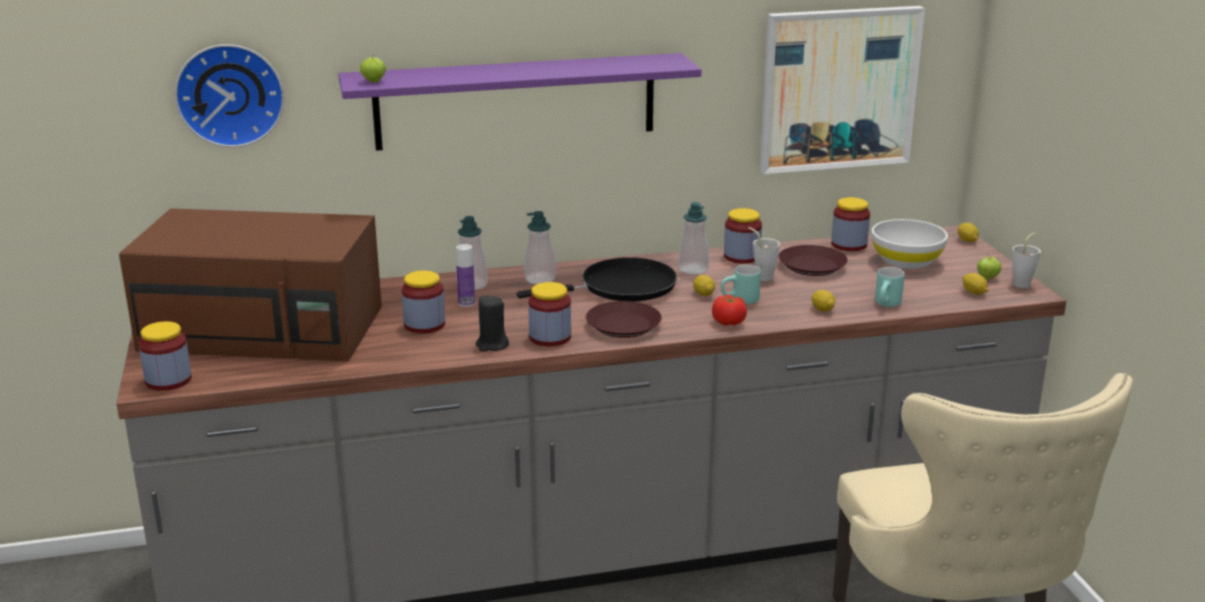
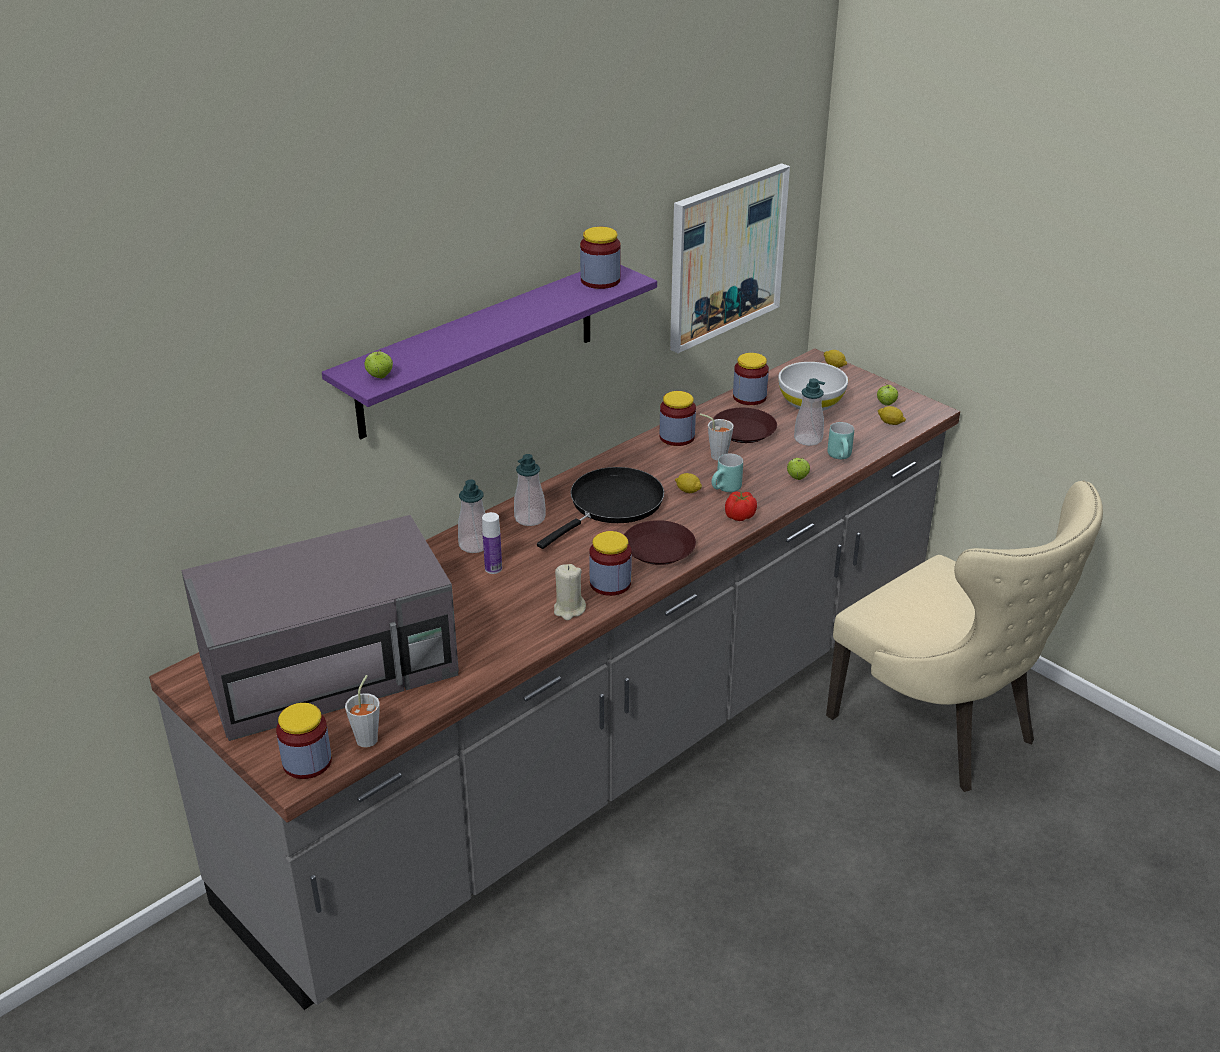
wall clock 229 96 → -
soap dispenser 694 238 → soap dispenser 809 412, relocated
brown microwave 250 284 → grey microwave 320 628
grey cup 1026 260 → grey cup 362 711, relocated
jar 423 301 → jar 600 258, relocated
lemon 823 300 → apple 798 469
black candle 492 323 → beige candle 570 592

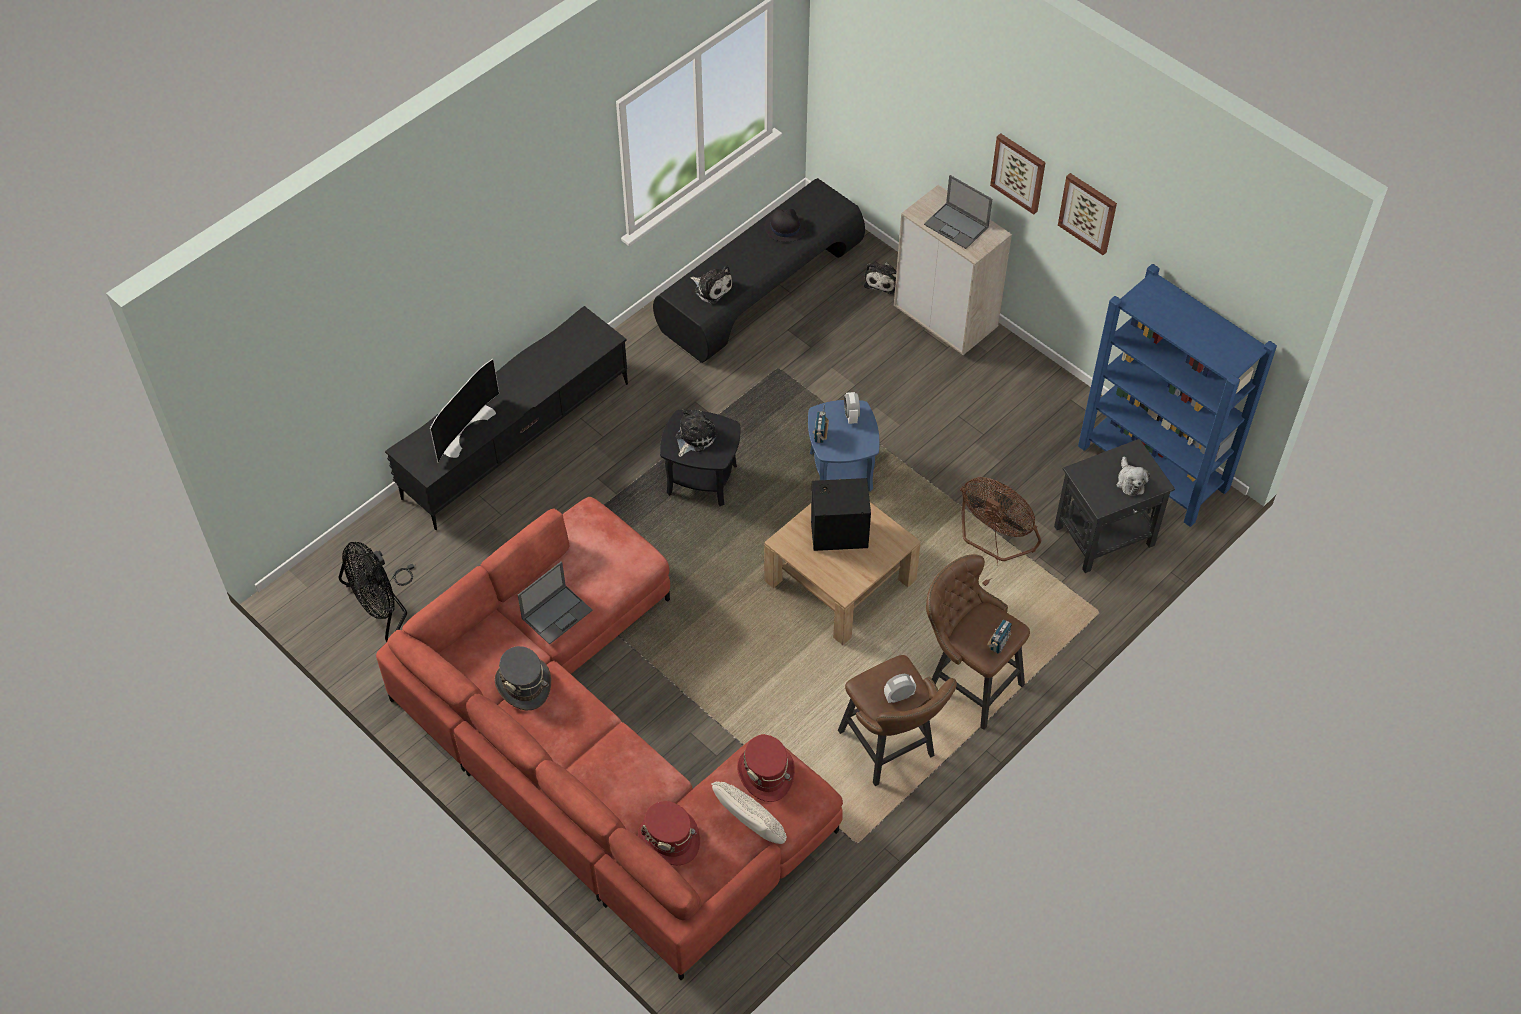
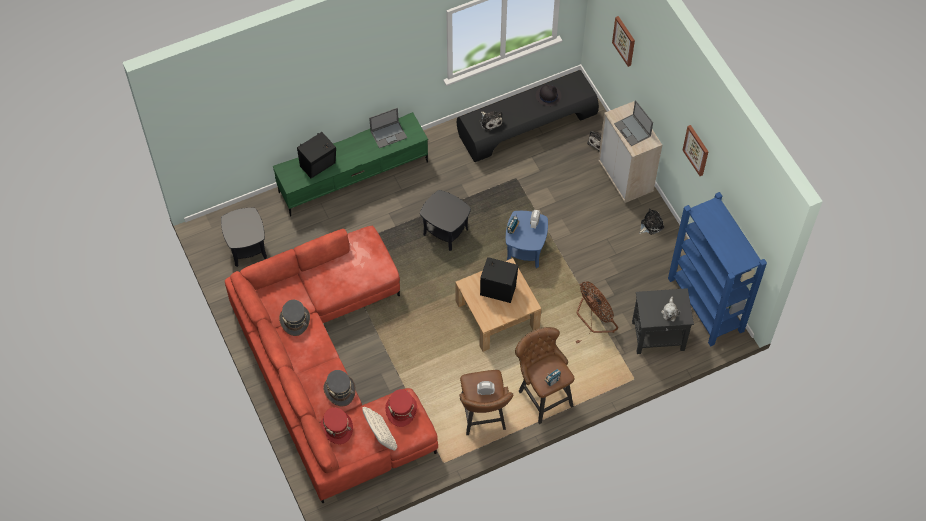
picture 1018 173 → picture 623 41, relocated
black tv stand 506 418 → green tv stand 350 164
television 464 411 → black speaker 316 155
plush toy 697 433 → plush toy 651 221, relocated
black fan 377 592 → black side table 244 237
laptop 555 602 → laptop 388 128, relocated
- → grey hat 339 388

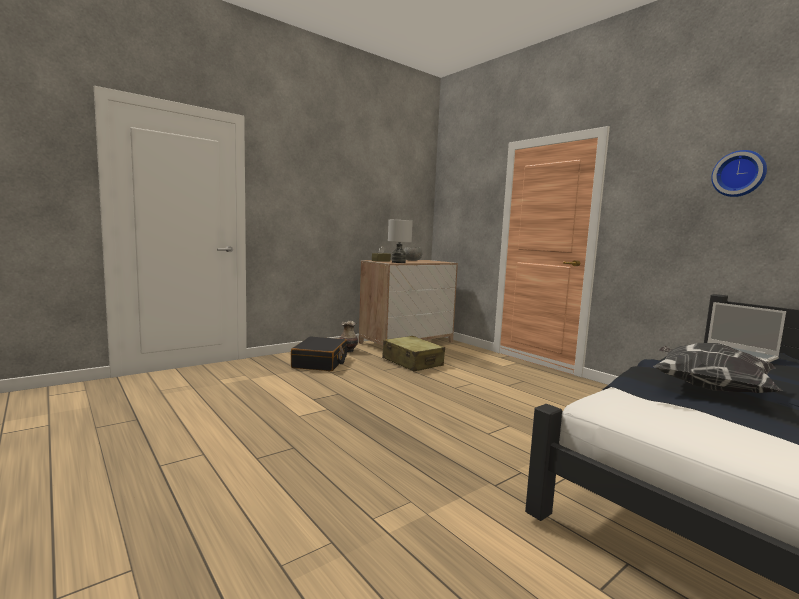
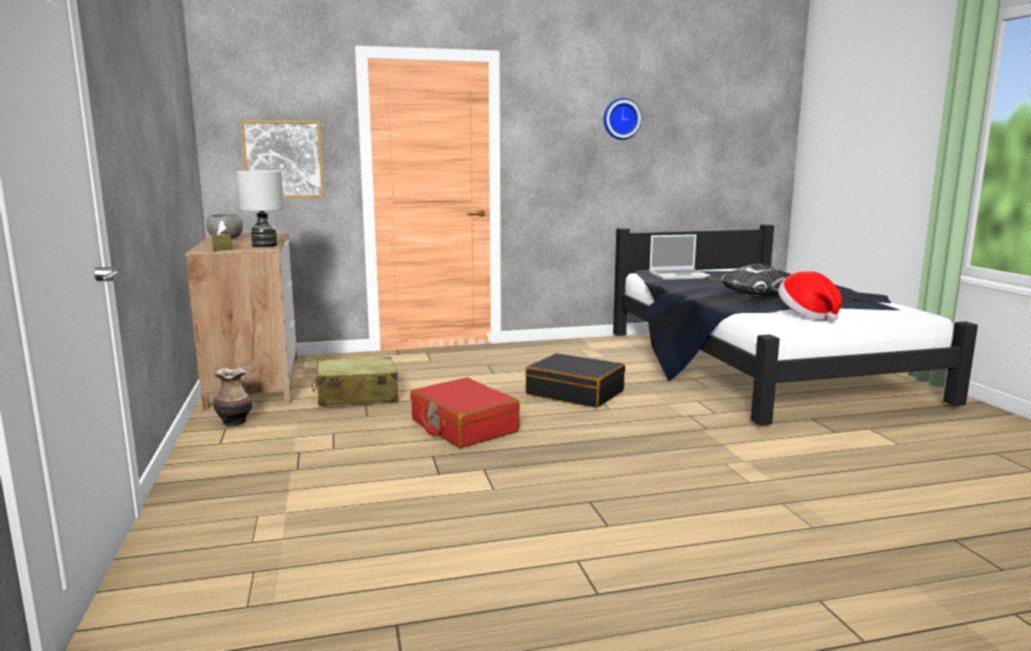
black suitcase 319 353 → black suitcase 575 380, relocated
- → picture 282 159
- → hat 810 296
- → red suitcase 465 412

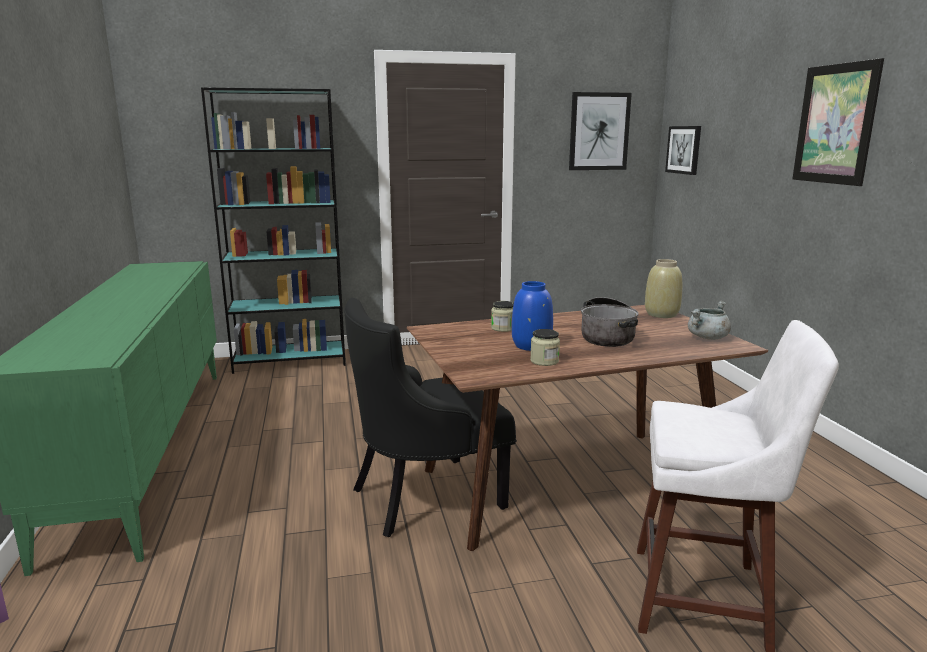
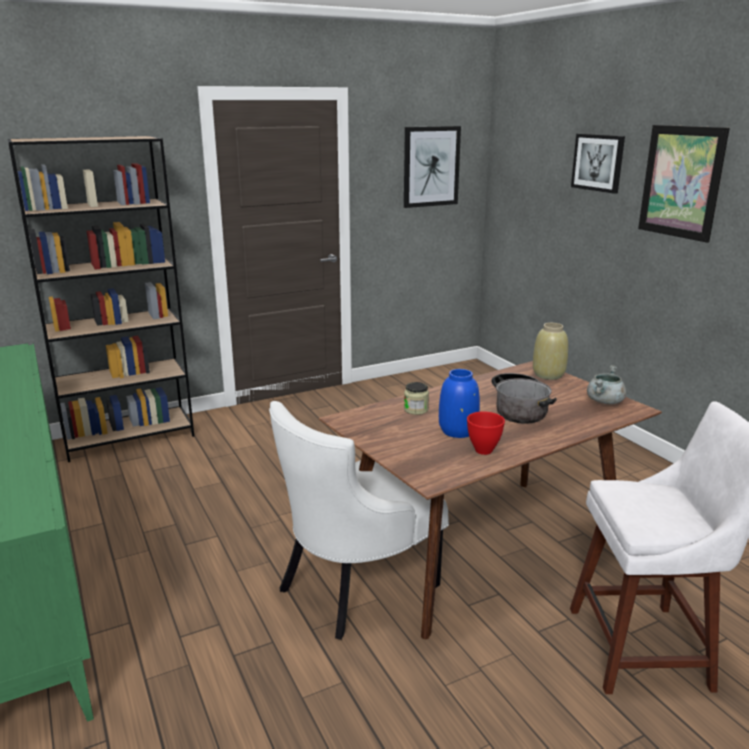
turquoise bookcase 273 230 → beige bookcase 101 299
picture 683 150 → picture 598 164, relocated
black chair 430 417 → white chair 359 520
jar 545 347 → red bowl 486 433

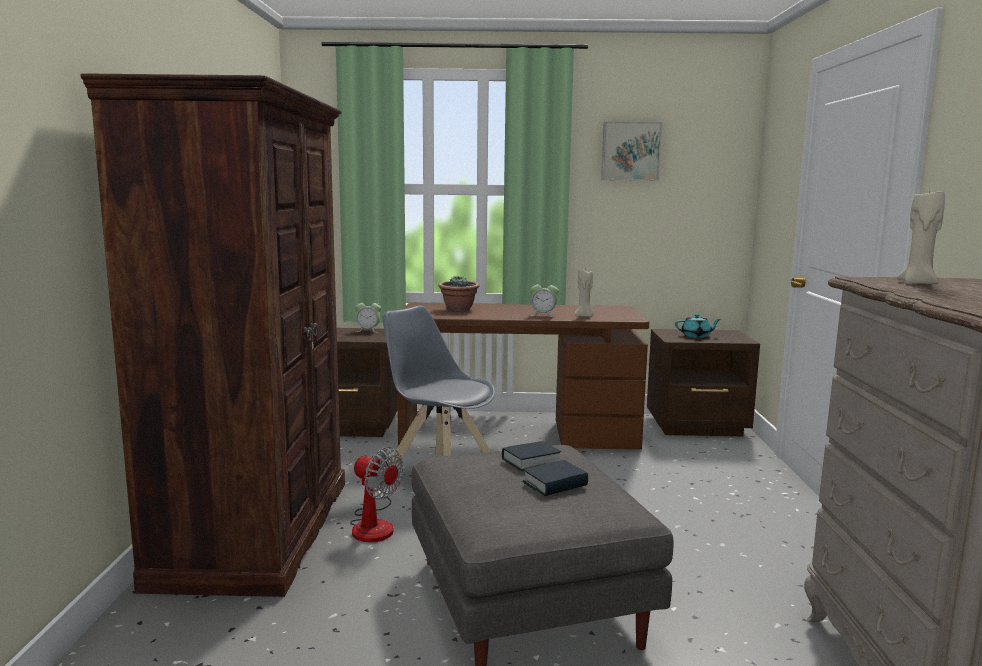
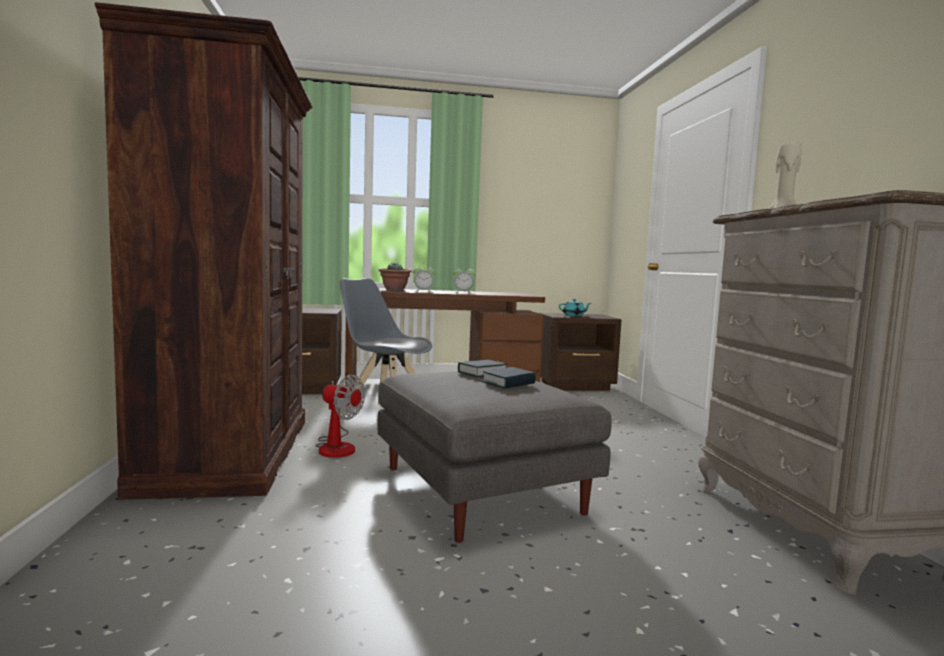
picture 631 151 → -
beige candle 584 293 → -
alarm clock 368 316 → alarm clock 424 279, relocated

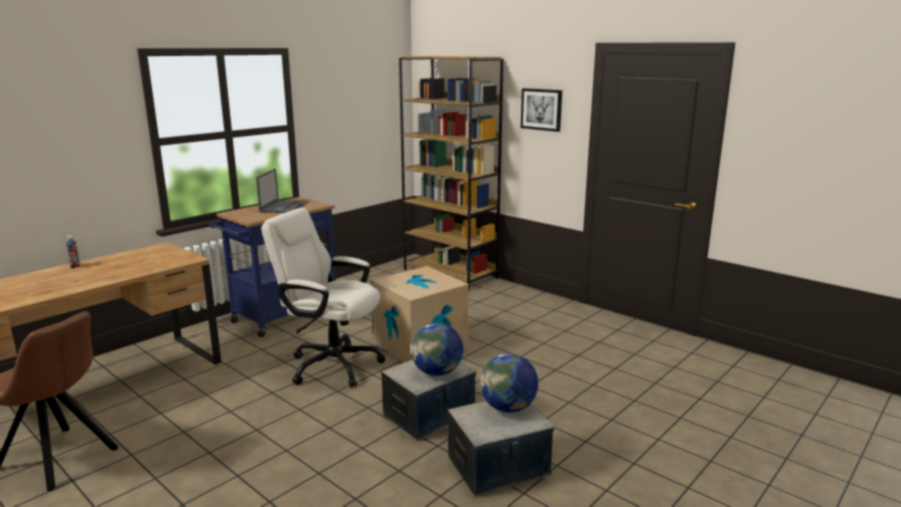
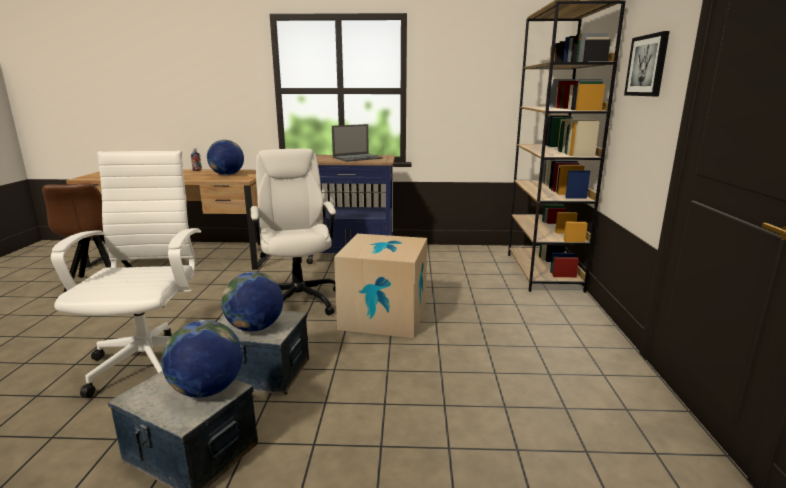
- → globe 225 157
- → white office chair 126 274

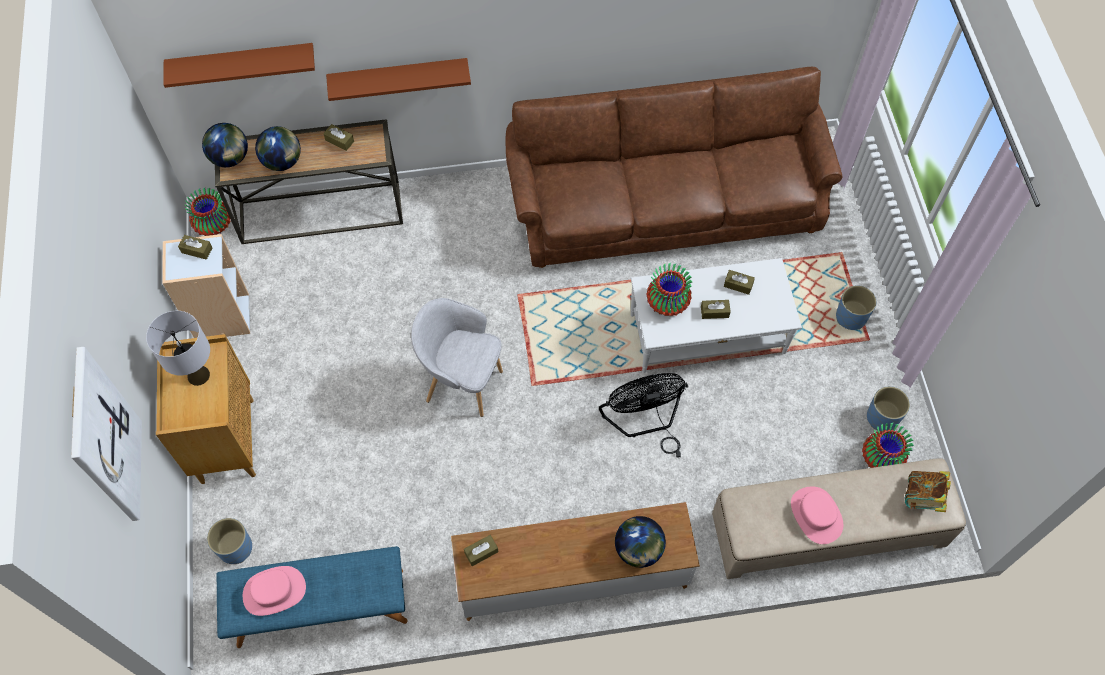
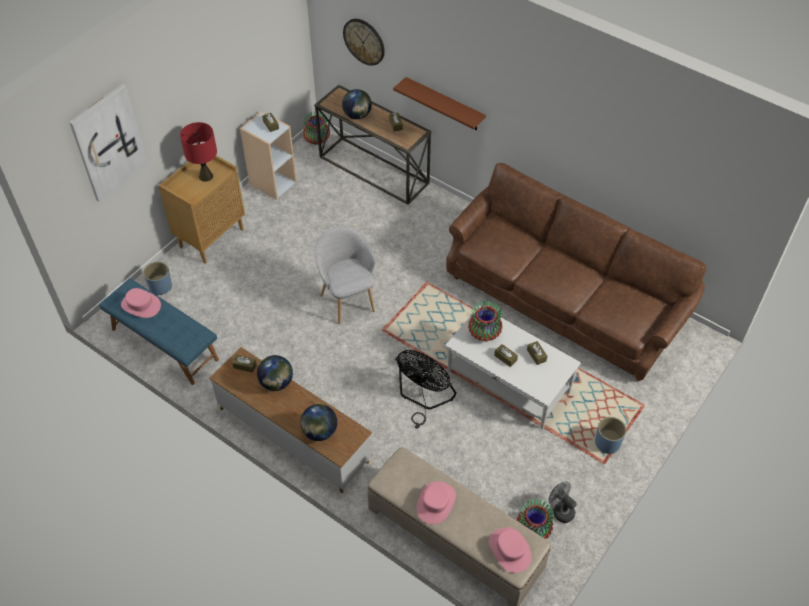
brown shelf 239 65 → wall clock 364 42
globe 225 145 → globe 275 373, relocated
grey table lamp 178 348 → red table lamp 198 152
blue planter 888 408 → grey fan 562 502
book 928 491 → pink hat 510 550

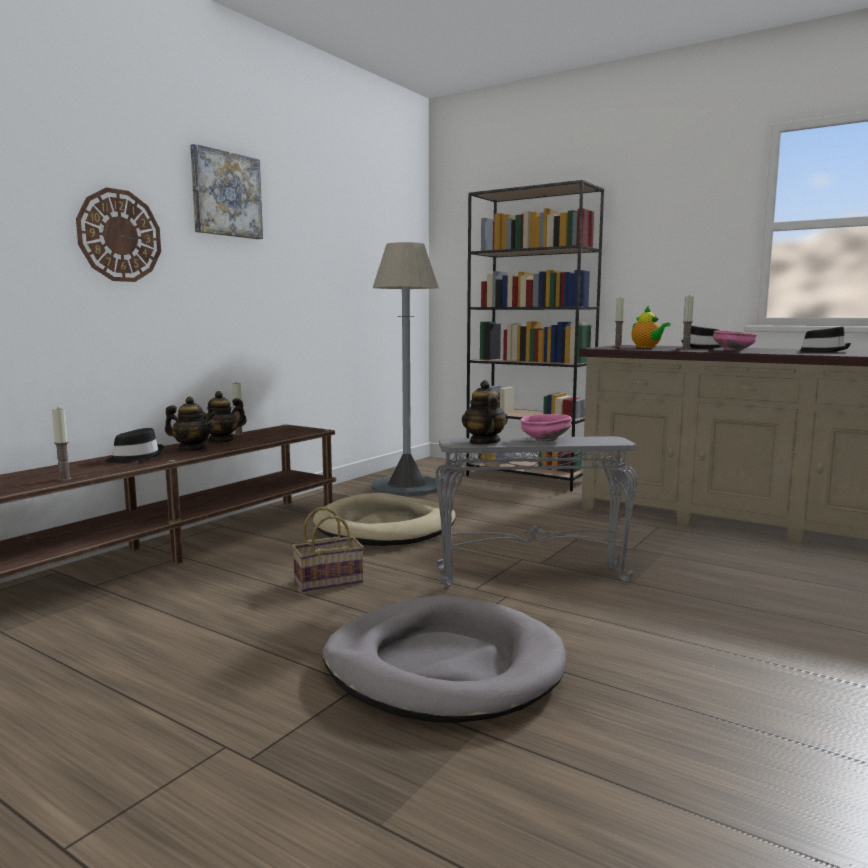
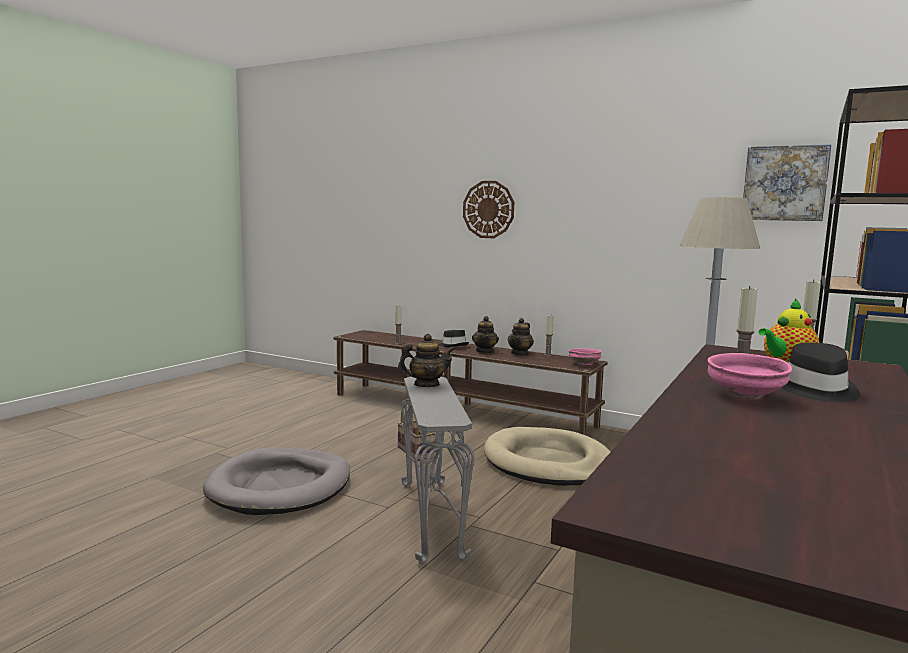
picture 226 191 → picture 787 182, relocated
black hat 822 340 → -
teapot 224 417 → teapot 520 337, 105 degrees counterclockwise
pink bowl 546 428 → pink bowl 584 357, relocated

